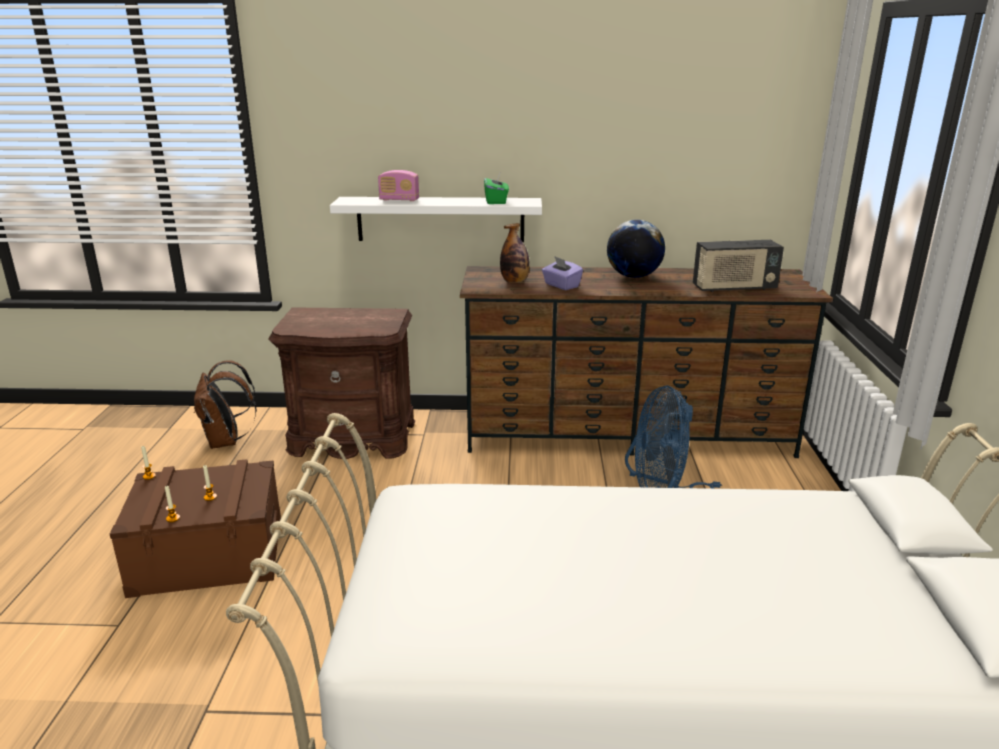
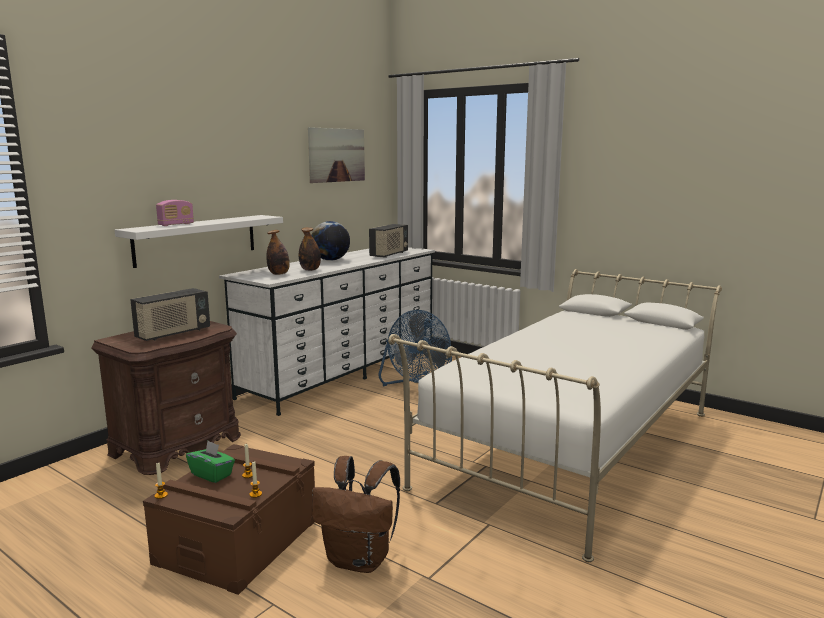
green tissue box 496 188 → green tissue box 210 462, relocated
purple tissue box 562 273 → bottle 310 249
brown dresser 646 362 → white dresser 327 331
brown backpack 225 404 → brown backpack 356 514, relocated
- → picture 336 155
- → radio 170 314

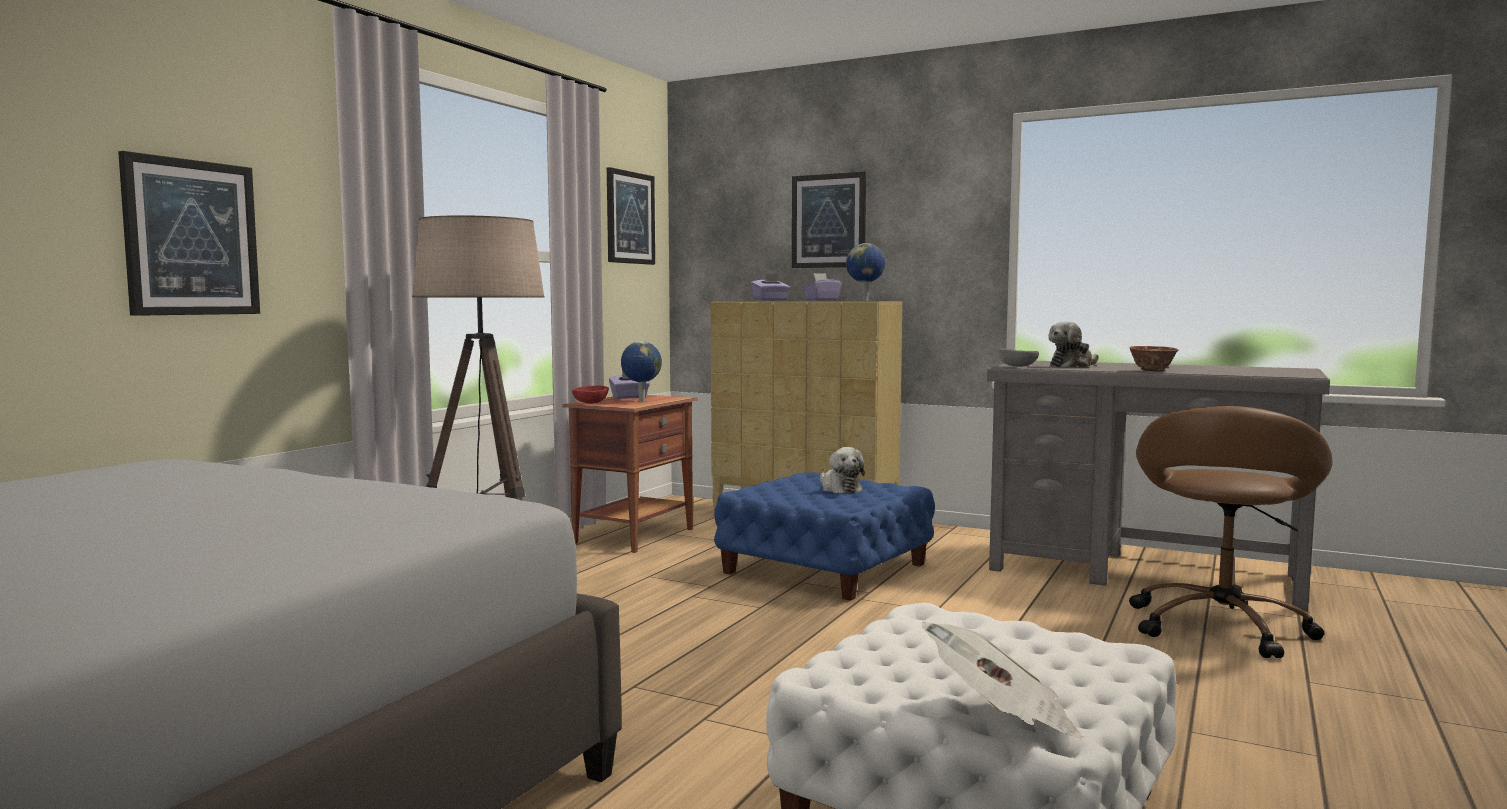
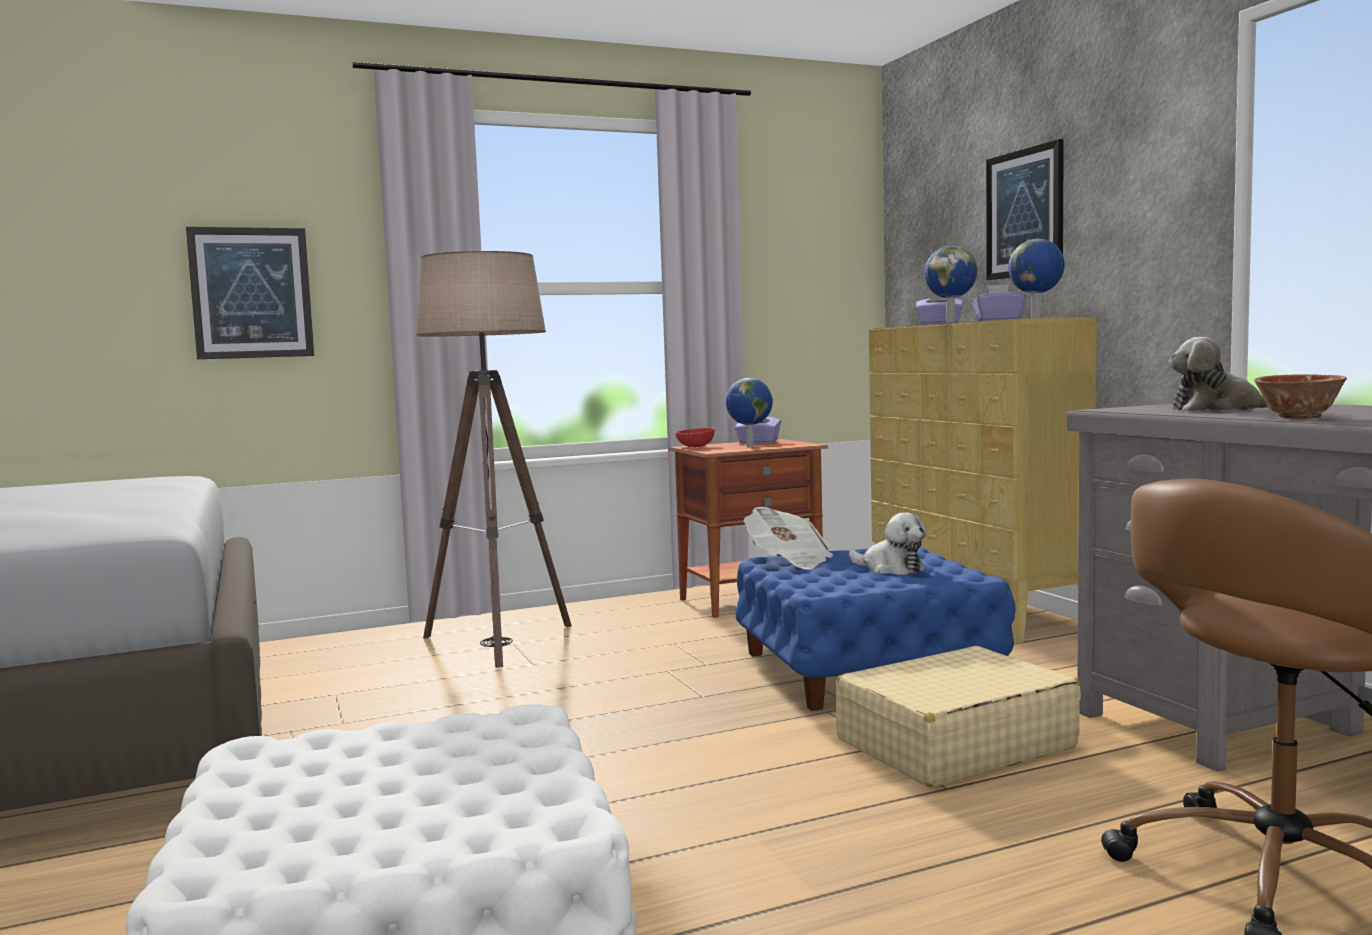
picture 631 216 → -
grey bowl 1018 358 → -
plush toy 842 470 → plush toy 887 544, 60 degrees counterclockwise
newspaper 1003 680 → newspaper 788 538, relocated
- → globe 950 284
- → beige suitcase 958 716

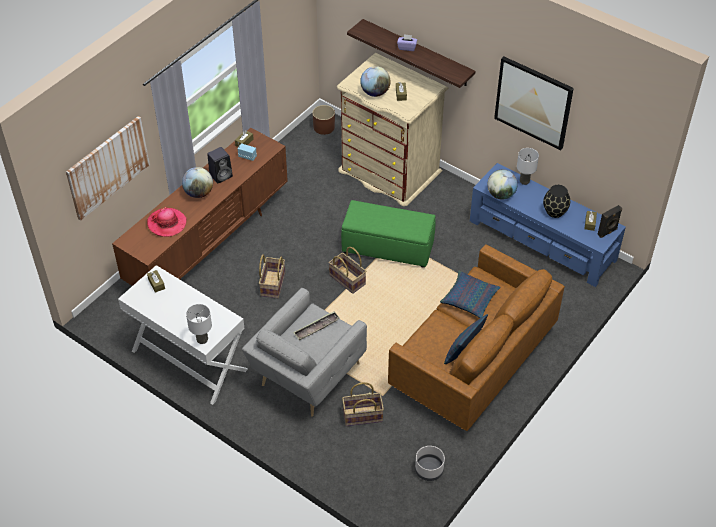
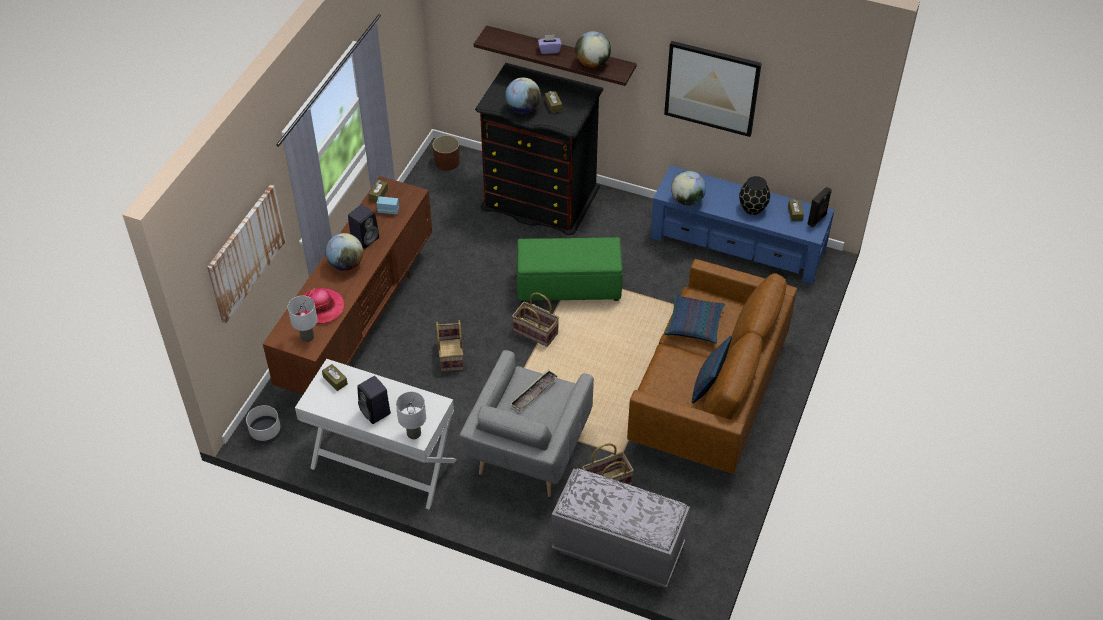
beige dresser 392 129 → black dresser 539 149
white table lamp 528 166 → white table lamp 303 319, relocated
grey planter 430 463 → grey planter 263 424, relocated
- → globe 593 49
- → black speaker 374 400
- → grey bench 621 528

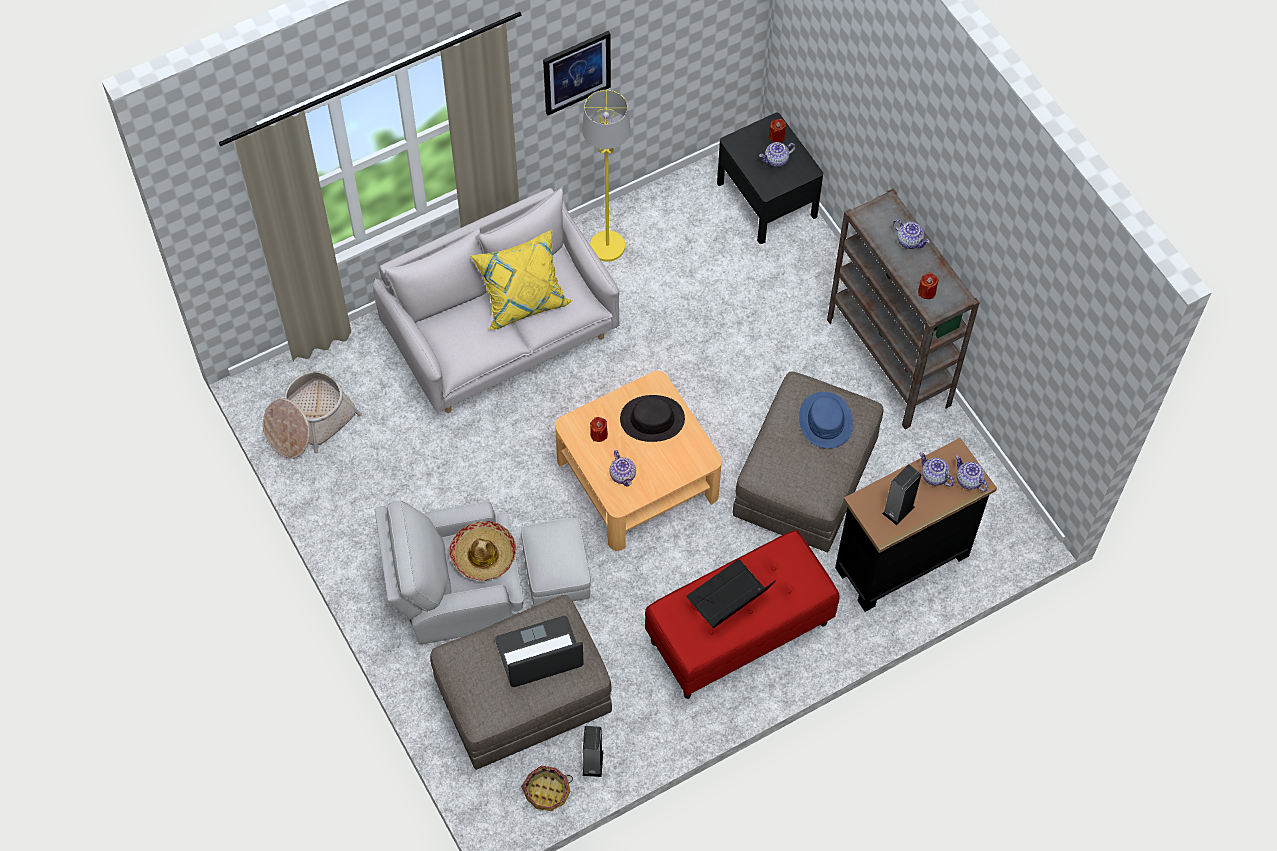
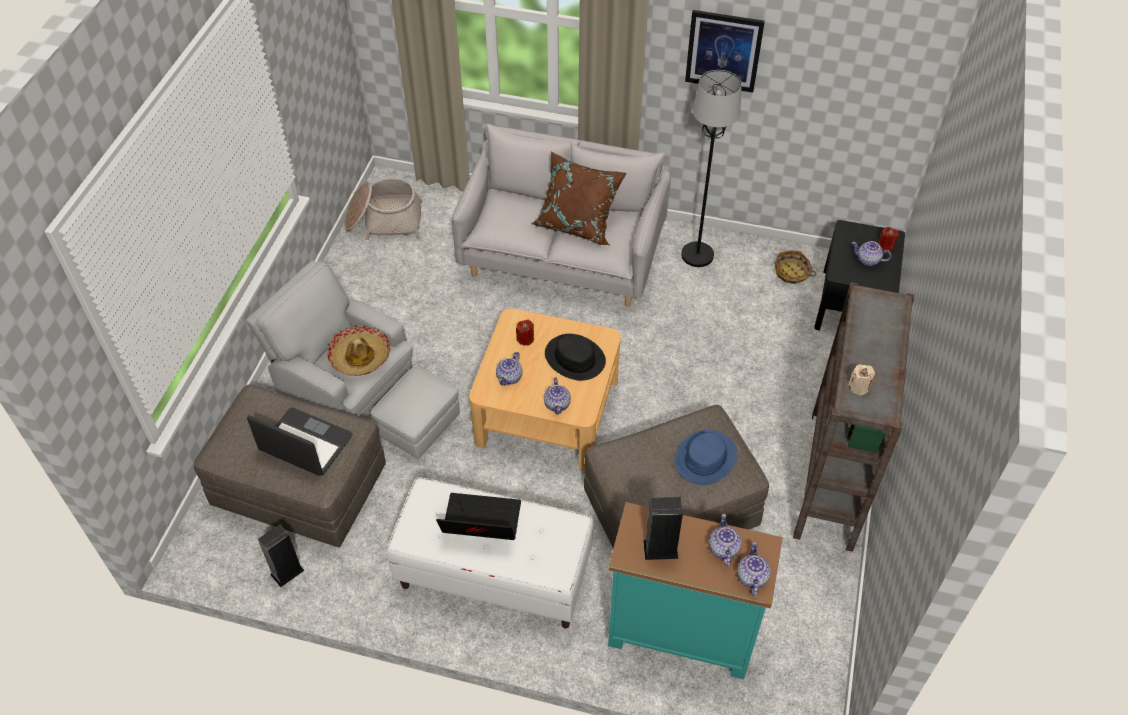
yellow floor lamp 606 176 → black floor lamp 711 168
teapot 911 234 → teapot 557 395, relocated
yellow pillow 521 280 → brown pillow 579 198
red candle 928 286 → beige candle 861 379
black dresser 916 524 → turquoise dresser 695 590
red bench 742 614 → white bench 490 552
basket 547 788 → basket 795 267, relocated

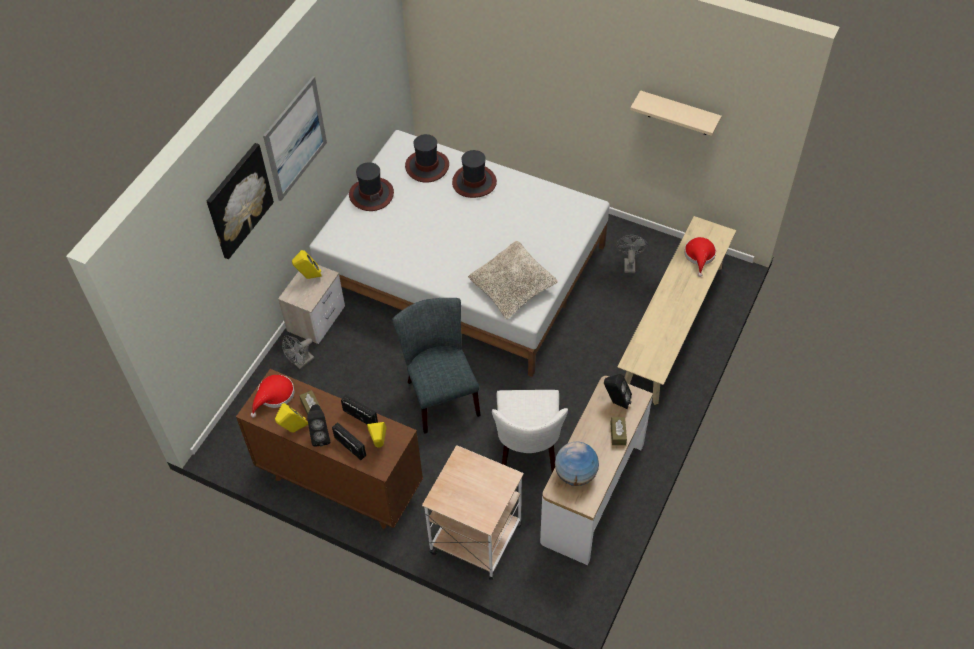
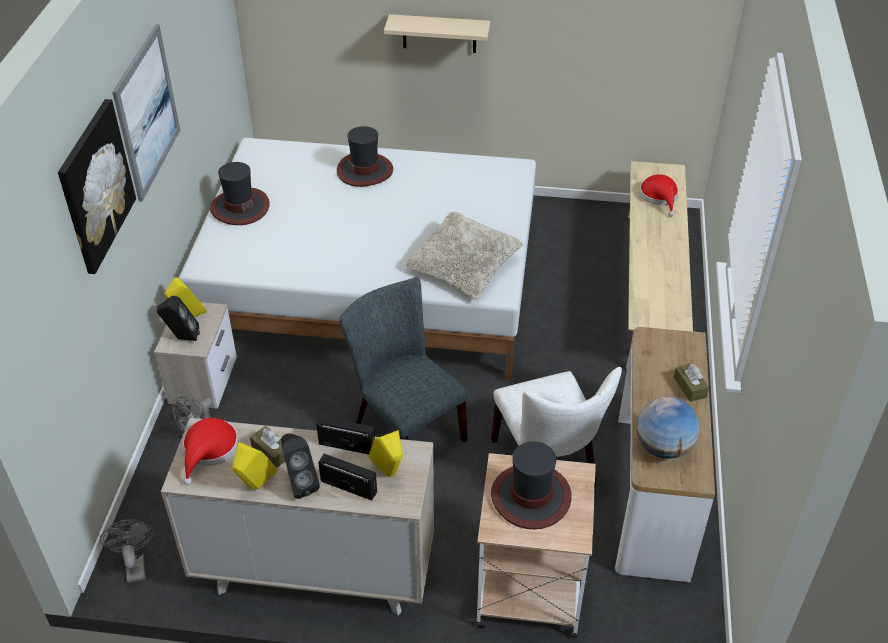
beige shelf 676 113 → beige shelf 437 33, relocated
hat 427 158 → hat 531 485, relocated
grey fan 632 254 → grey fan 127 551, relocated
brown dresser 329 449 → white dresser 297 516
black speaker 618 391 → black speaker 178 318, relocated

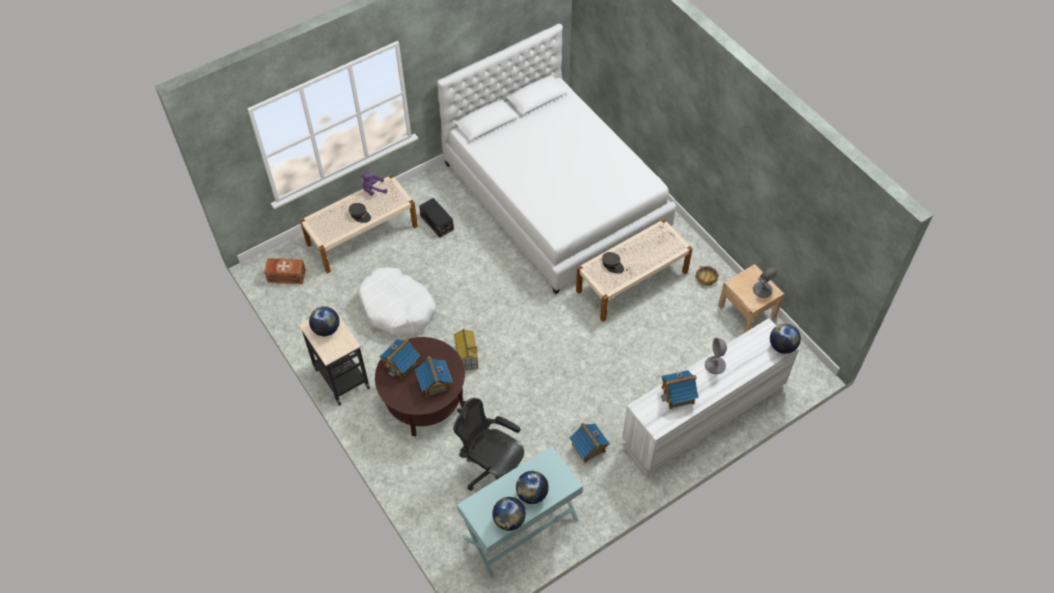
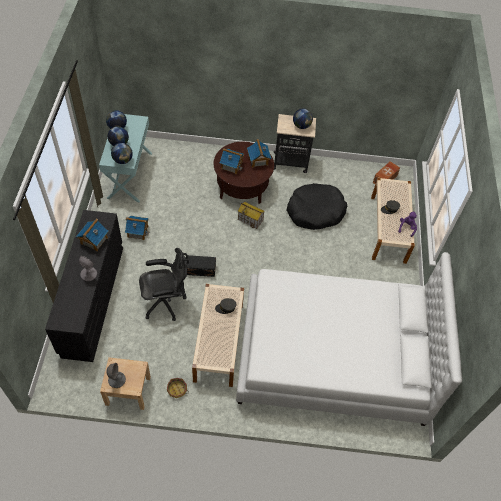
black storage box 436 218 → black storage box 201 266, relocated
white dog bed 397 301 → black dog bed 316 206
white dresser 710 396 → black dresser 84 286
globe 785 339 → globe 122 153, relocated
office chair 488 444 → office chair 164 284, relocated

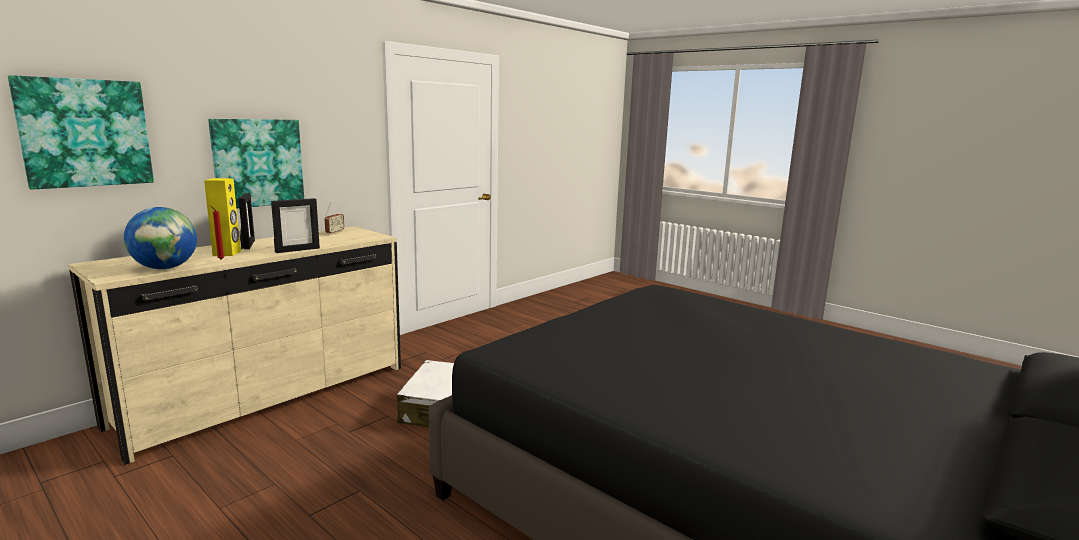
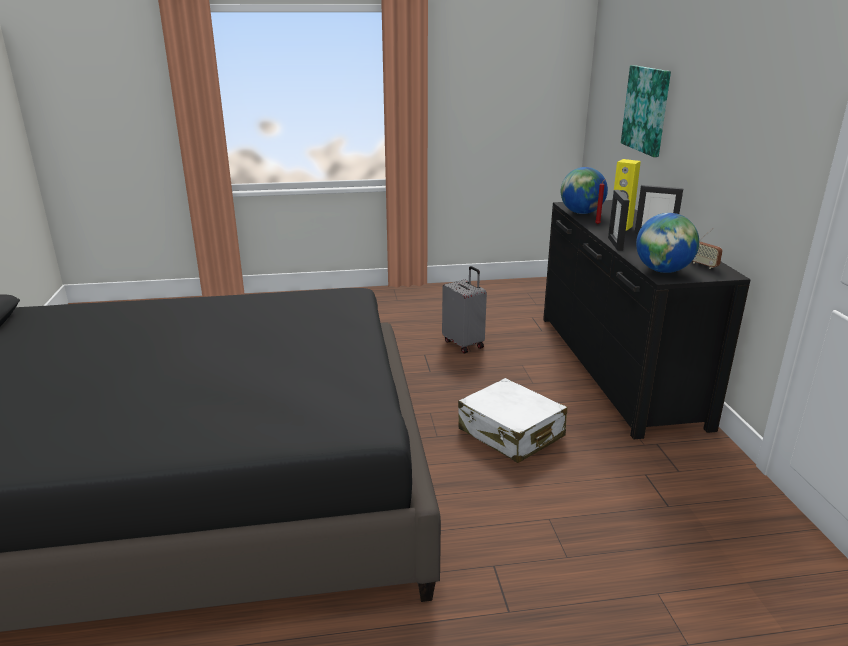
picture 256 163 → -
beige dresser 234 345 → black dresser 647 320
- → globe 667 243
- → grey suitcase 464 309

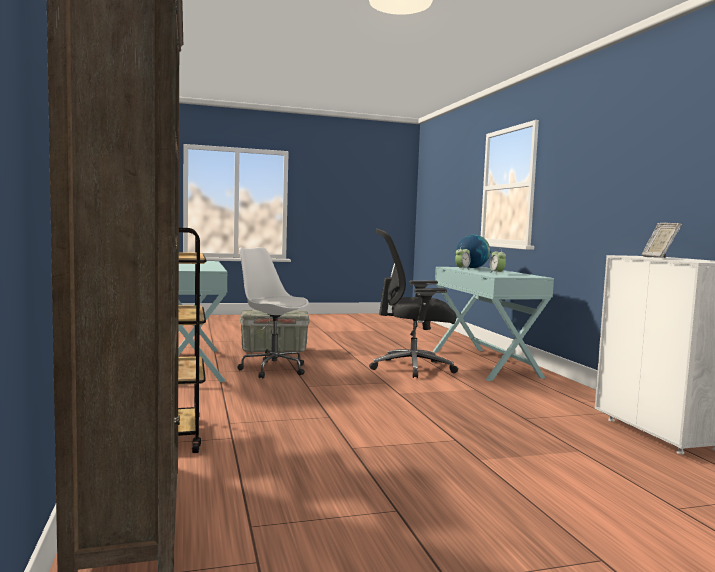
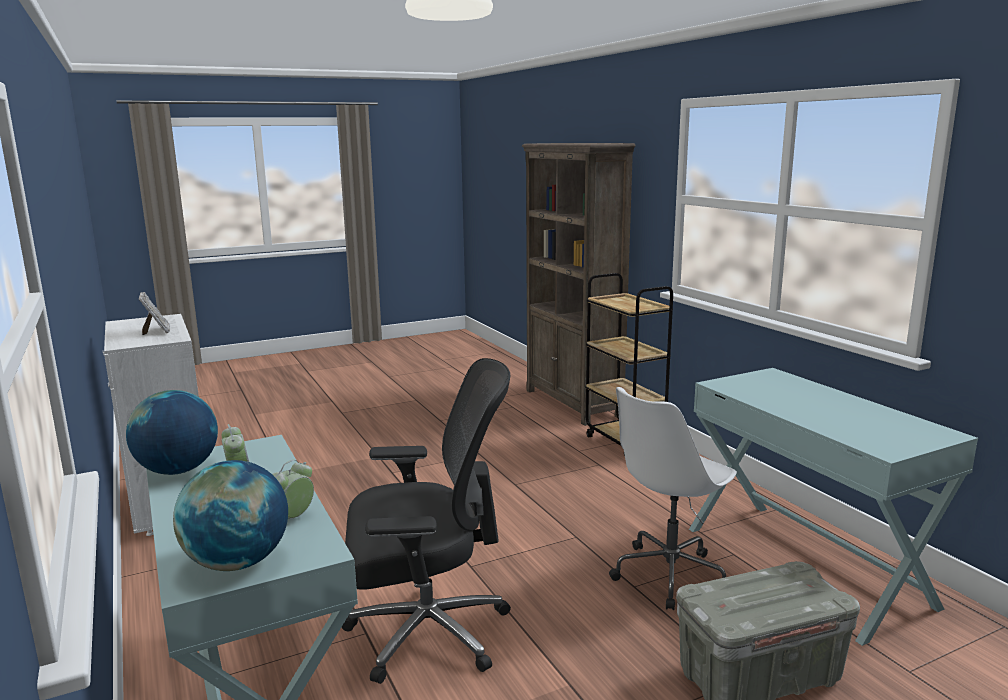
white office chair 273 312 → white office chair 673 498, 120 degrees clockwise
- → globe 172 432

